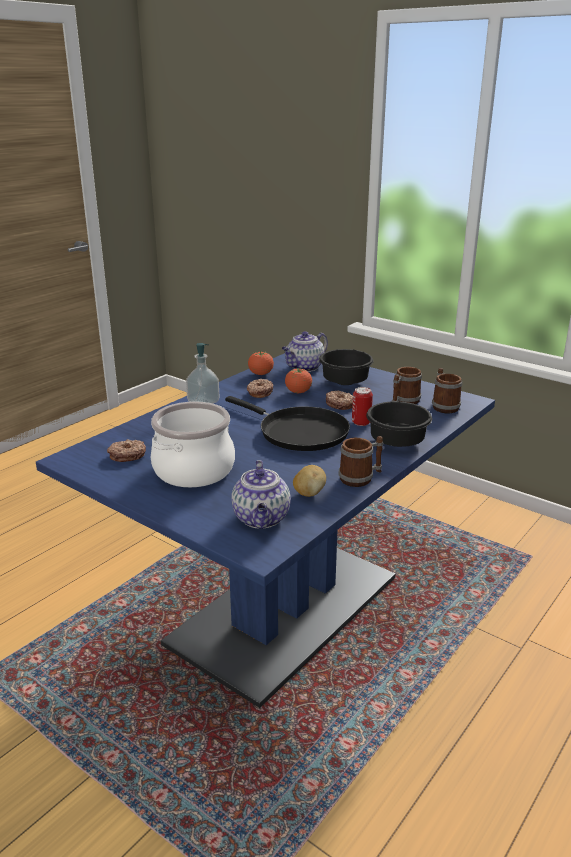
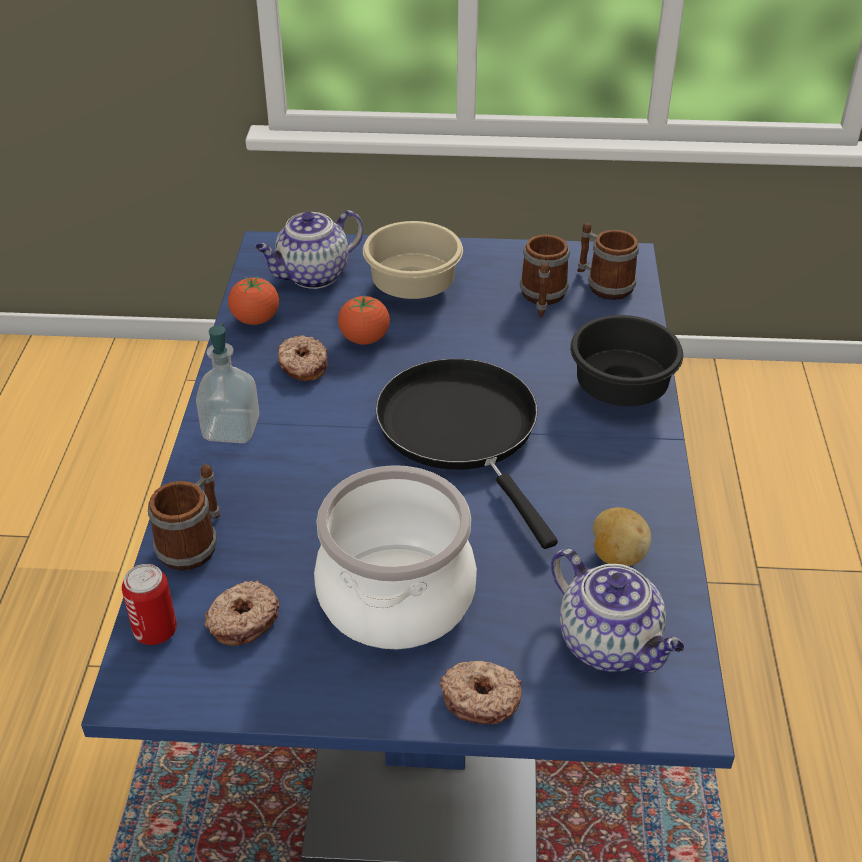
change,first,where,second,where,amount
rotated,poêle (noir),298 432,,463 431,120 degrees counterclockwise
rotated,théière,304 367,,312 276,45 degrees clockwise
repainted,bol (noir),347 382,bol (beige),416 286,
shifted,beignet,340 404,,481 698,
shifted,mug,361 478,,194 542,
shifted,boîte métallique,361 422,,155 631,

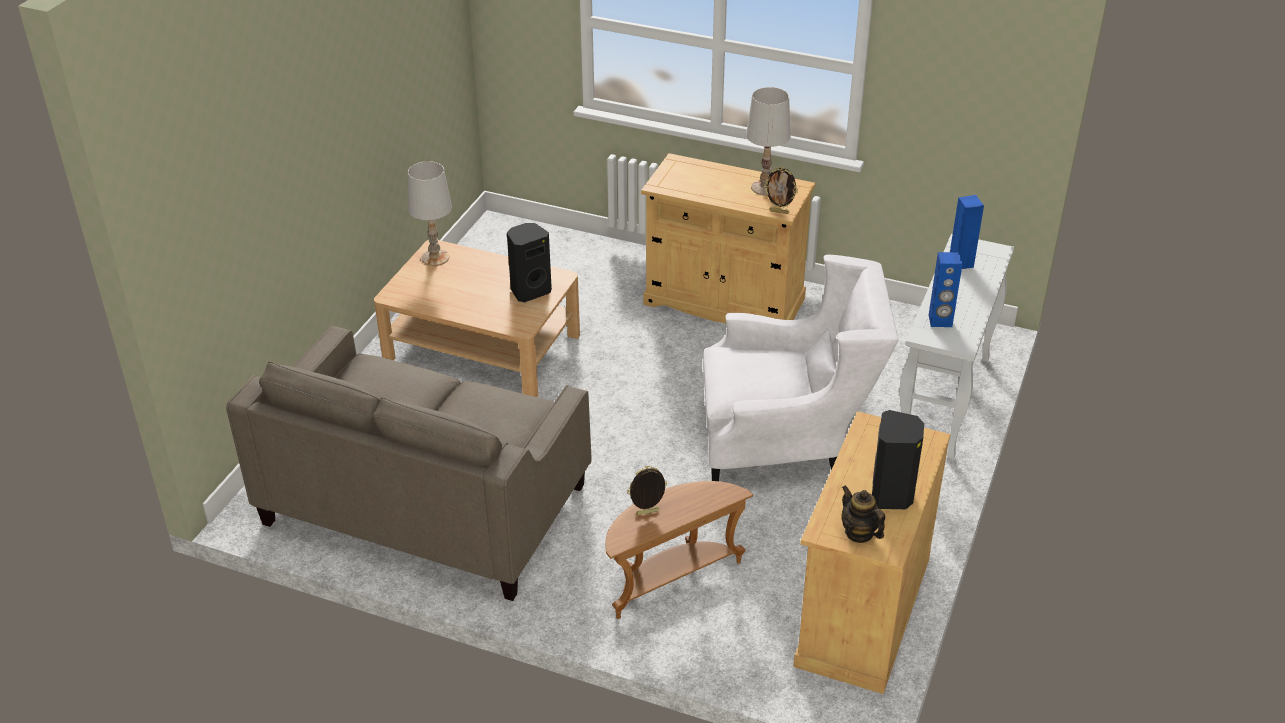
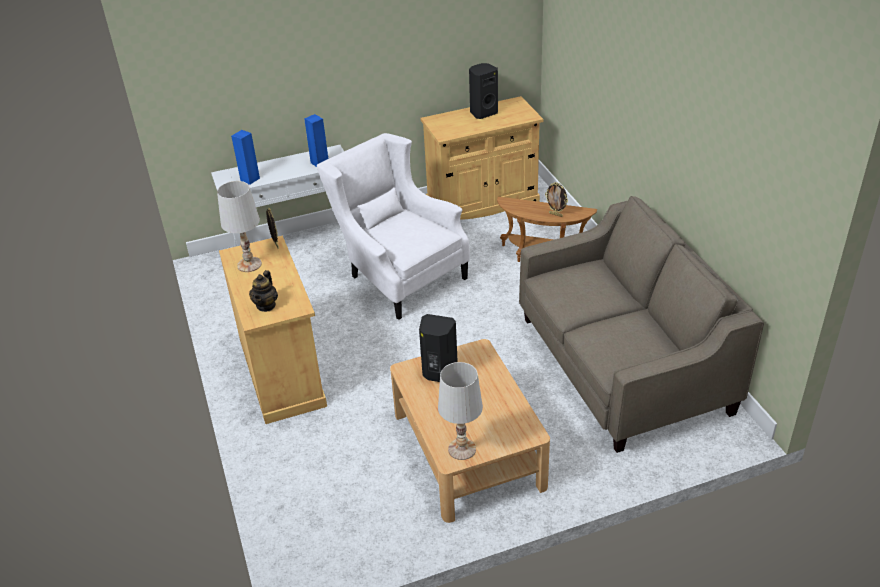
change,first,where,second,where,amount
shifted,théière,859 533,,266 305,

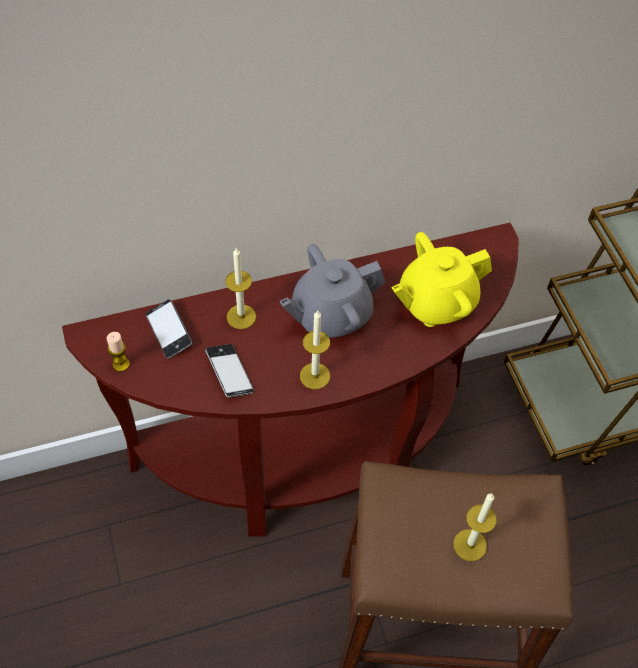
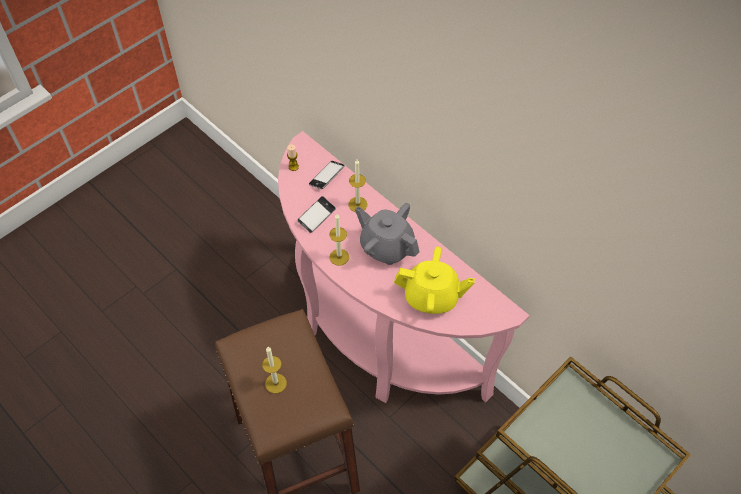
change,first,where,second,where,amount
repainted,table console (marron),309 459,table console (rose),375 337,
rotated,théière (jaune),435 303,,432 297,150 degrees clockwise

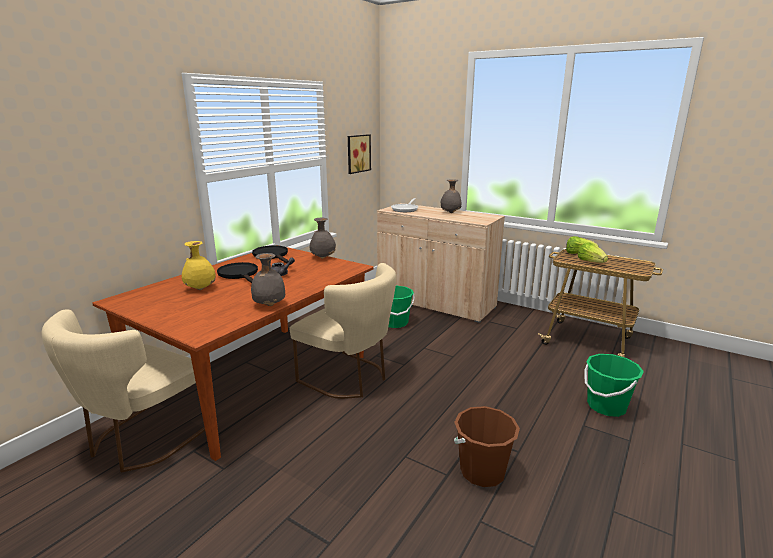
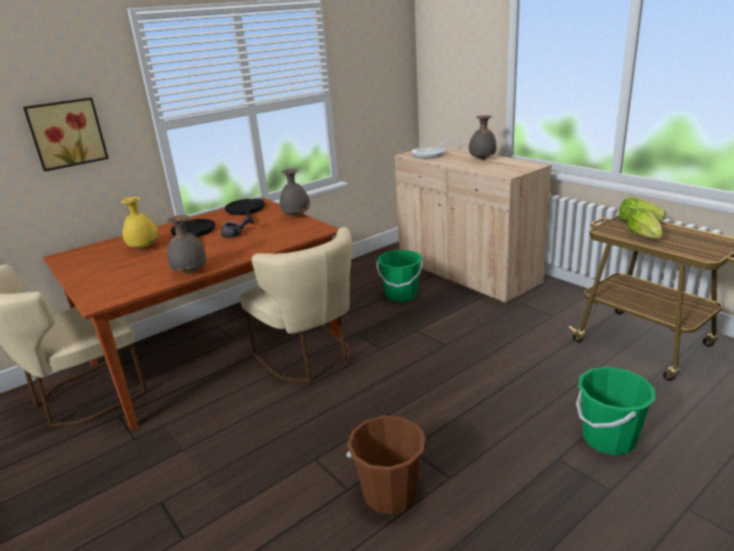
change,first,where,second,where,amount
shifted,tableau,357 153,,66 133,

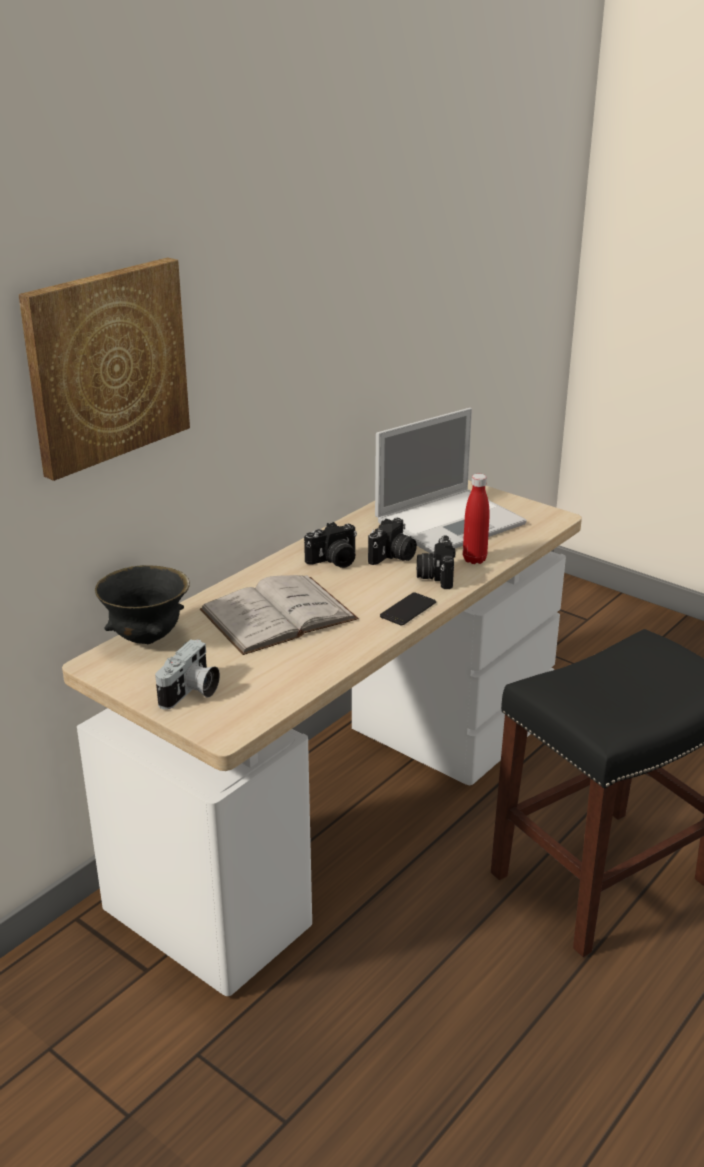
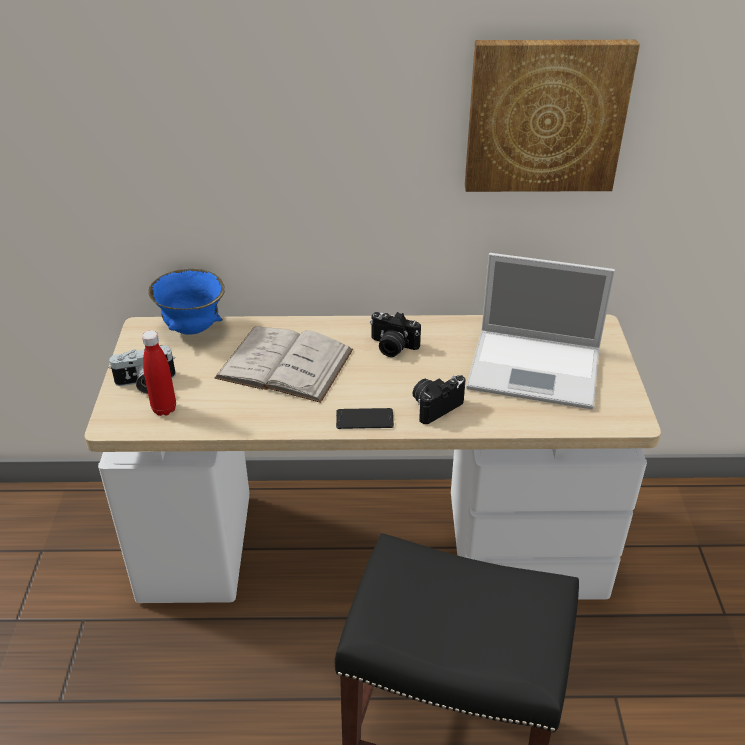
change,first,where,second,where,amount
shifted,tableau,106 365,,545 116,
repainted,bol (noir),147 638,bol (bleu),192 329,
gone,appareil photo,393 557,,,
shifted,bouteille (rouge),474 559,,164 409,

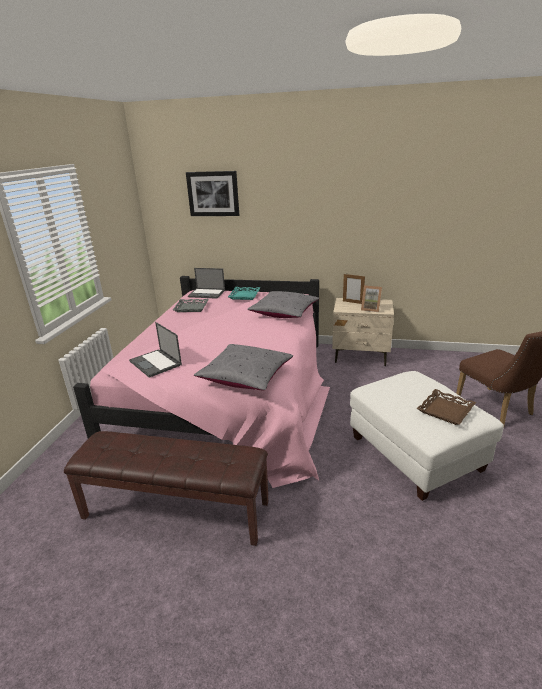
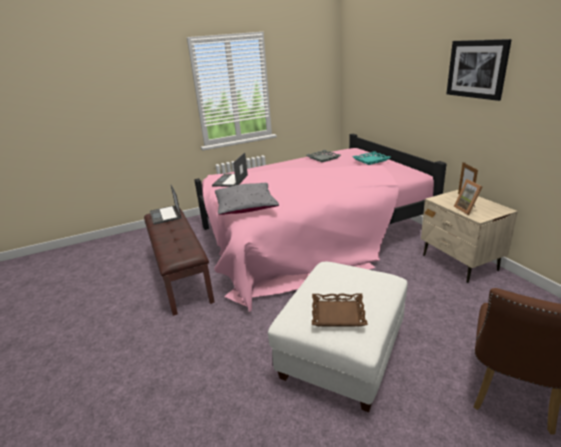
change,first,where,second,where,amount
shifted,tableau,213 194,,477 69,
shifted,ordinateur portable,207 293,,165 215,
gone,coussin (gris),284 313,,,

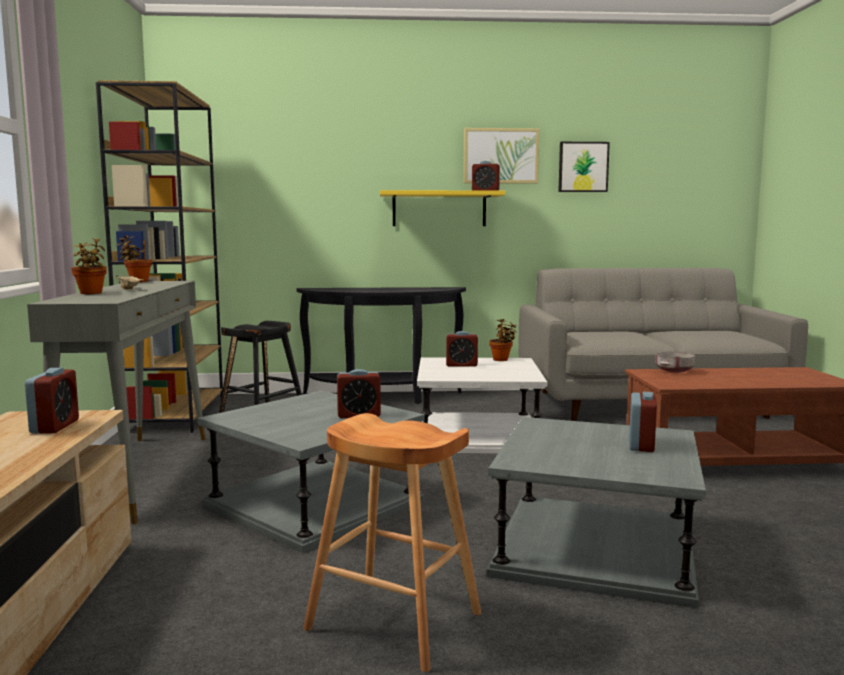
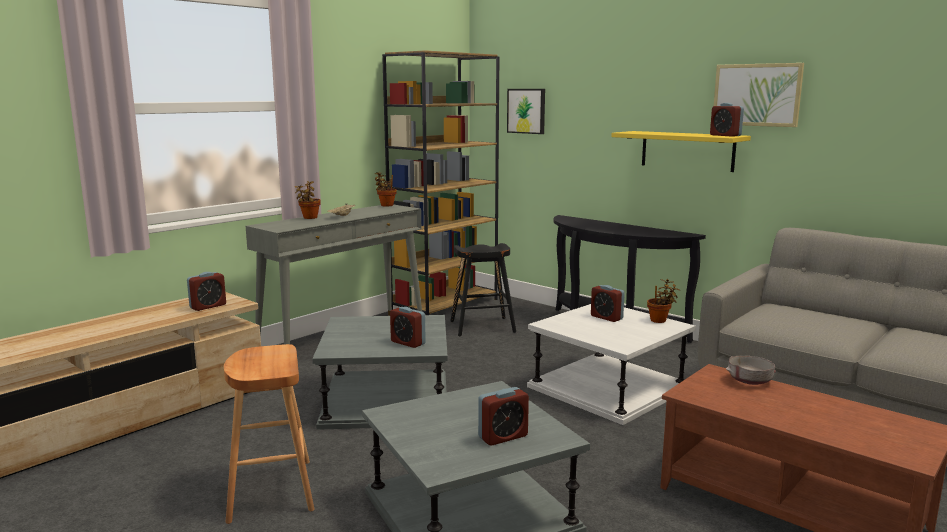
change,first,where,second,where,amount
shifted,tableau,583 167,,527 111,

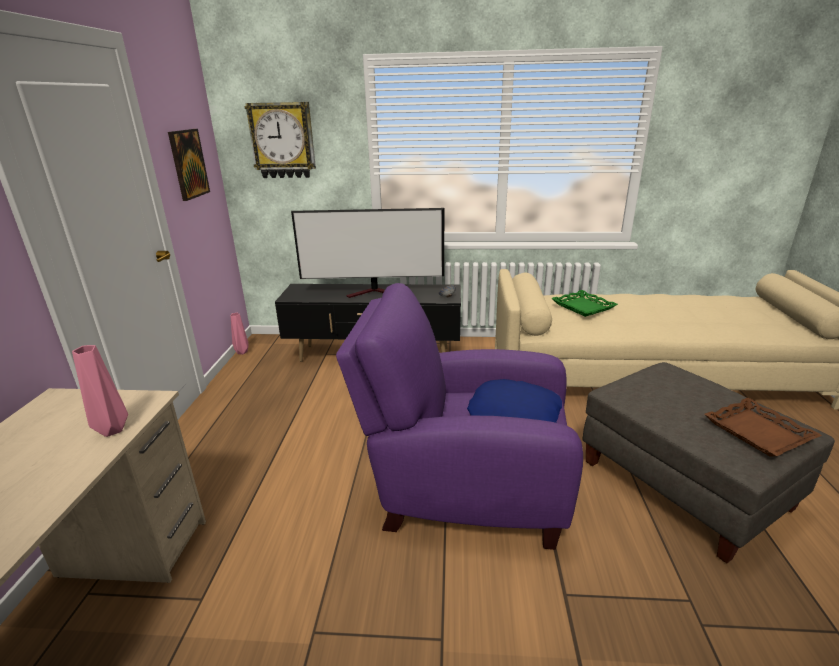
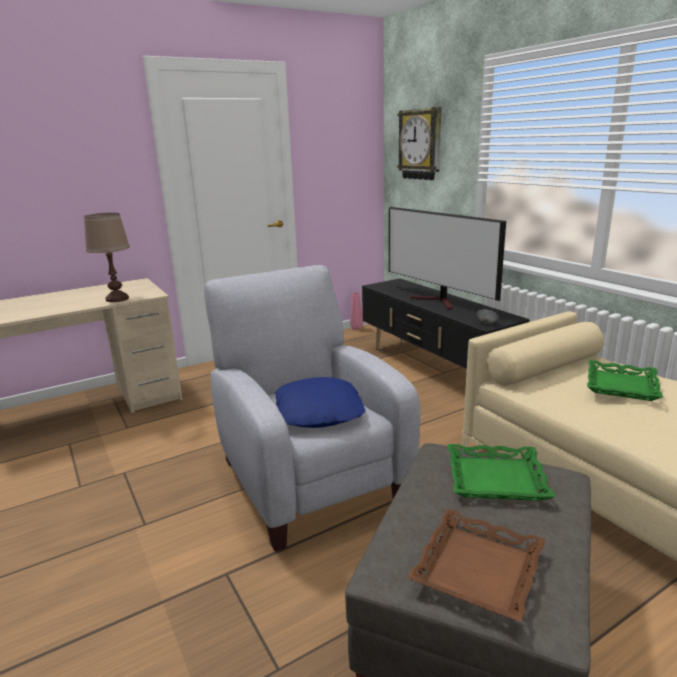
change,first,where,second,where,amount
swapped,vase (rose),111 431,lampe de table (marron),117 299,
gone,tableau,188 164,,,
repainted,fauteuil (violet),463 487,fauteuil (gris),308 476,
new,,,plateau (vert),496 479,

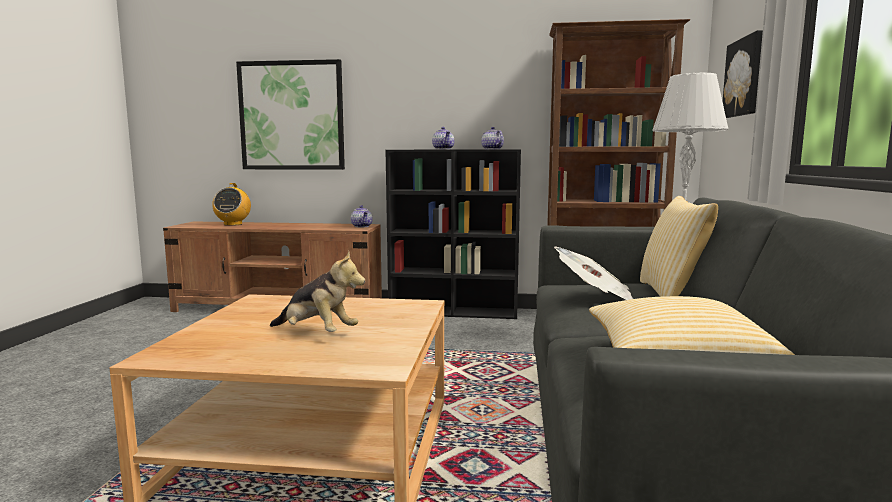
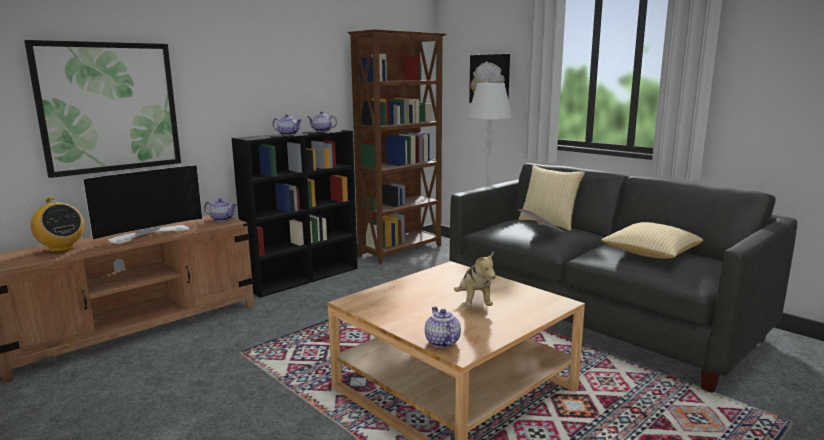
change,first,where,second,where,amount
rotated,peluche,317 333,,474 303,105 degrees clockwise
new,,,téléviseur,149 233,
new,,,théière,441 342,

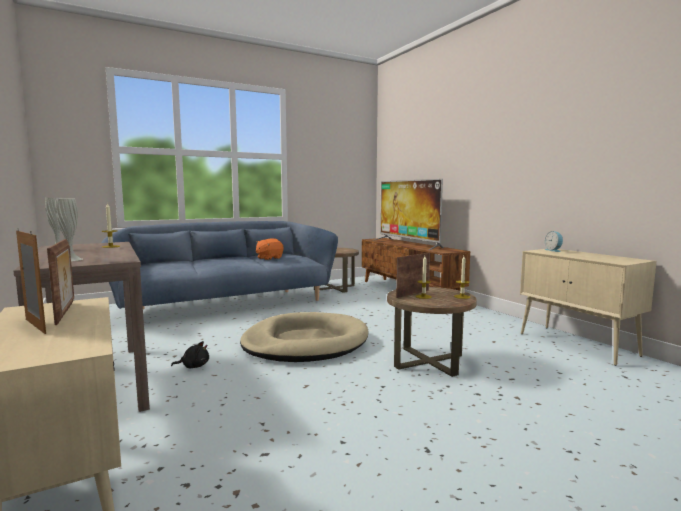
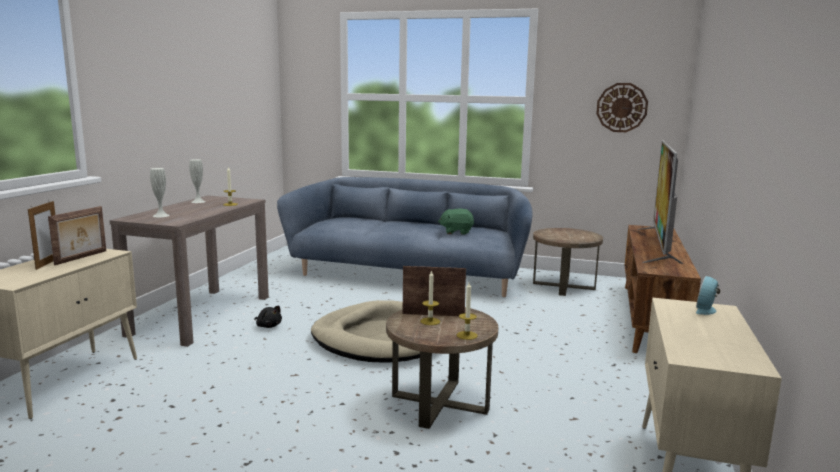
change,first,where,second,where,amount
repainted,peluche (orange),269 258,peluche (vert),456 232,
new,,,horloge murale,621 107,

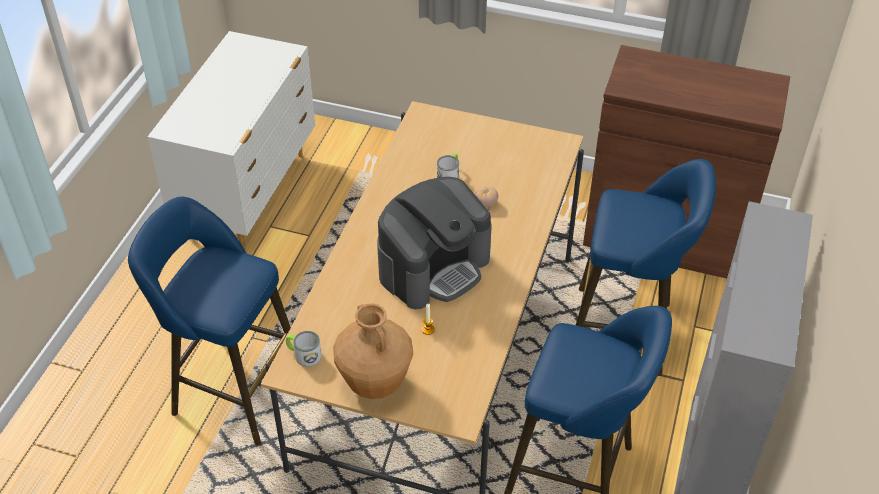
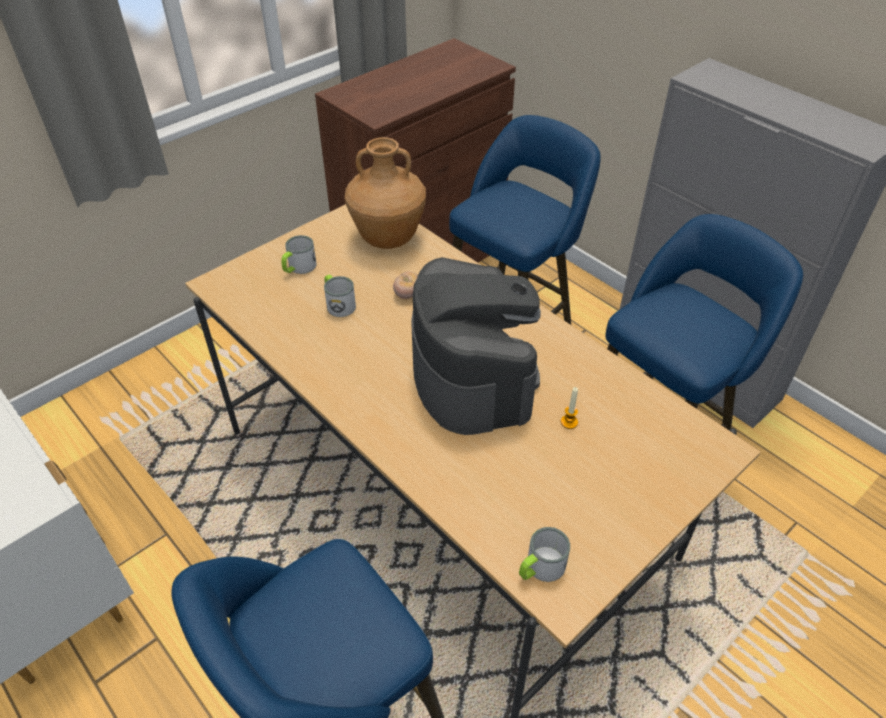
change,first,where,second,where,amount
shifted,vase (marron),375 384,,389 239,
new,,,mug,299 267,

